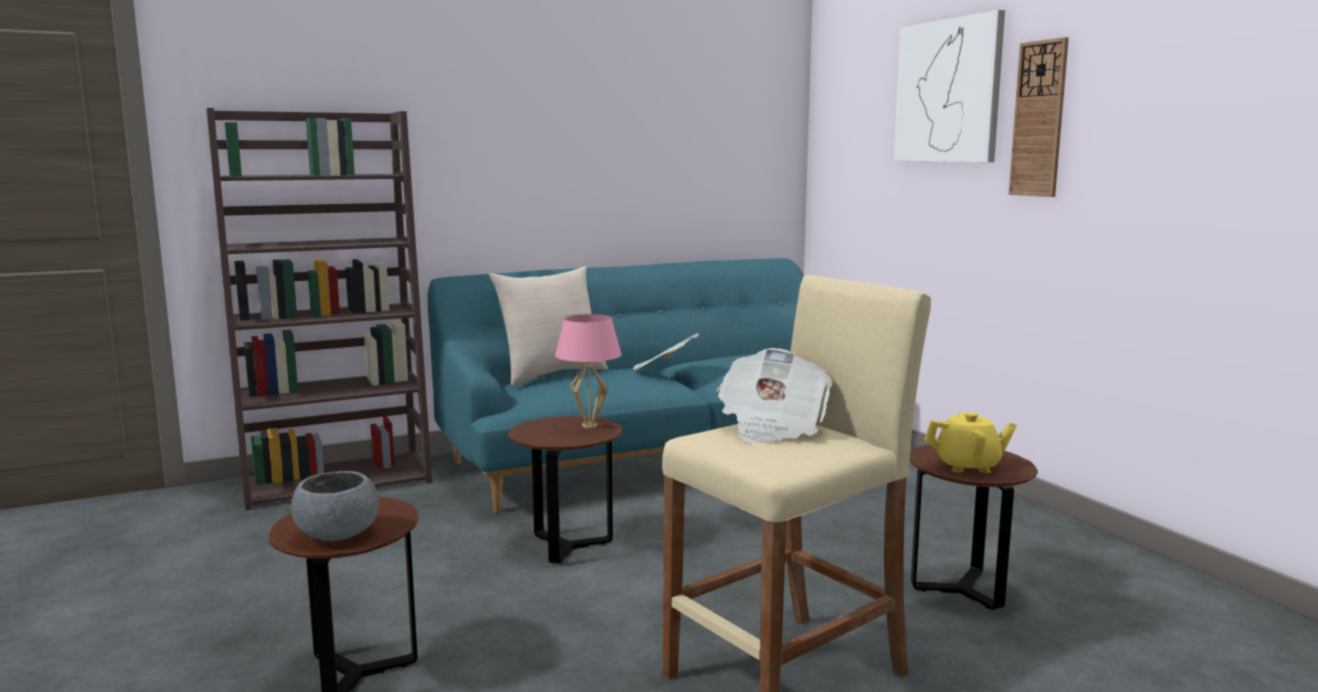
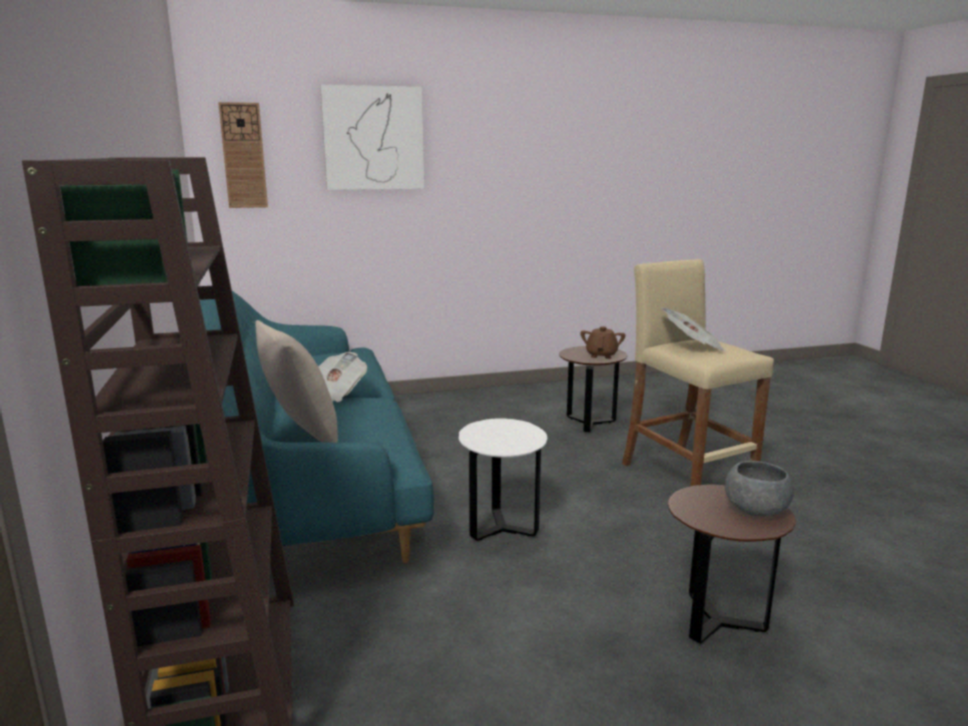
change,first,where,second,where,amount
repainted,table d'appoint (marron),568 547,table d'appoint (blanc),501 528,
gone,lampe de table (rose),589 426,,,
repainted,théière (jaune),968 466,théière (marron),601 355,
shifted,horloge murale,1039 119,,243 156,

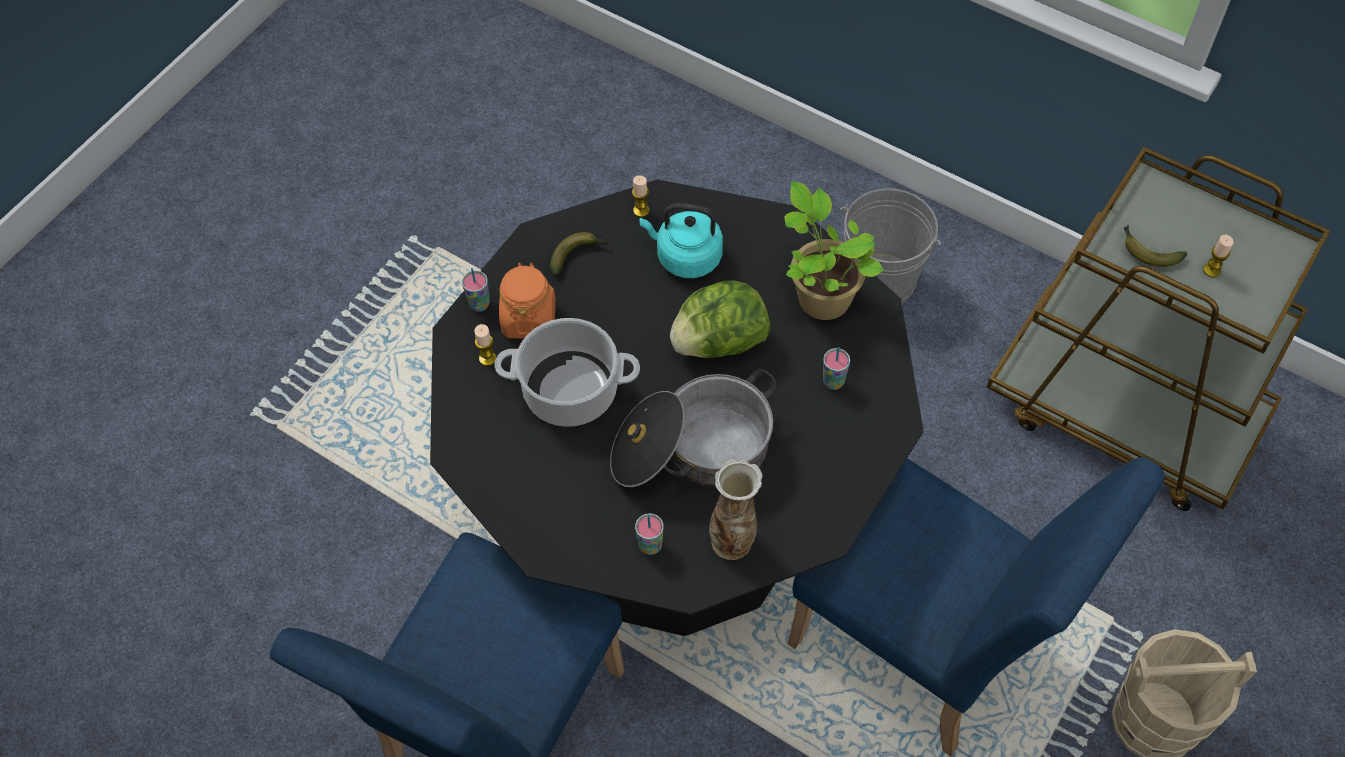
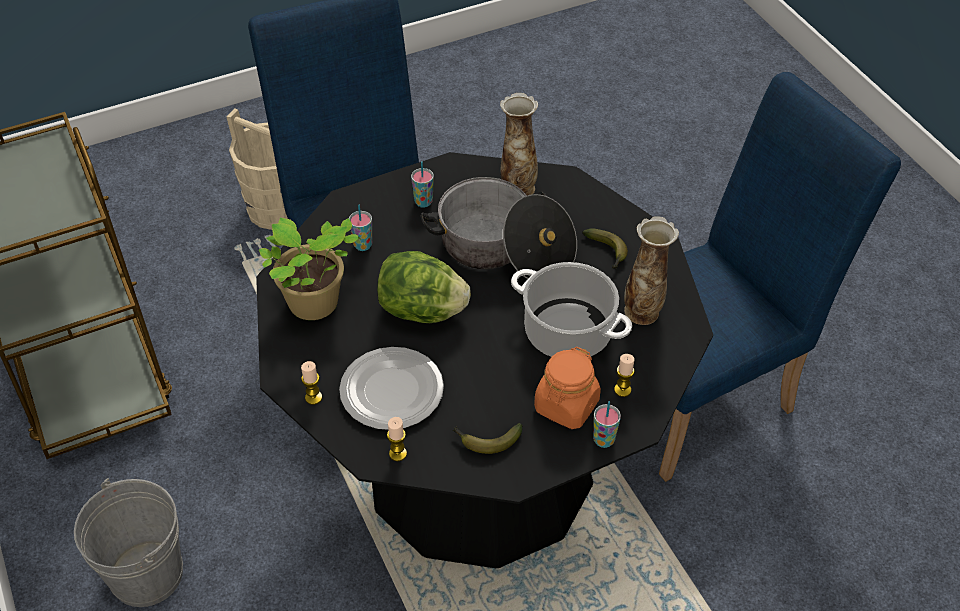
change,first,where,second,where,amount
shifted,tasse,650 546,,423 202,
swapped,bouilloire (turquoise),685 257,assiette,393 391,
shifted,banane,1147 251,,607 253,
shifted,bougie,1211 270,,313 397,
new,,,vase,642 312,

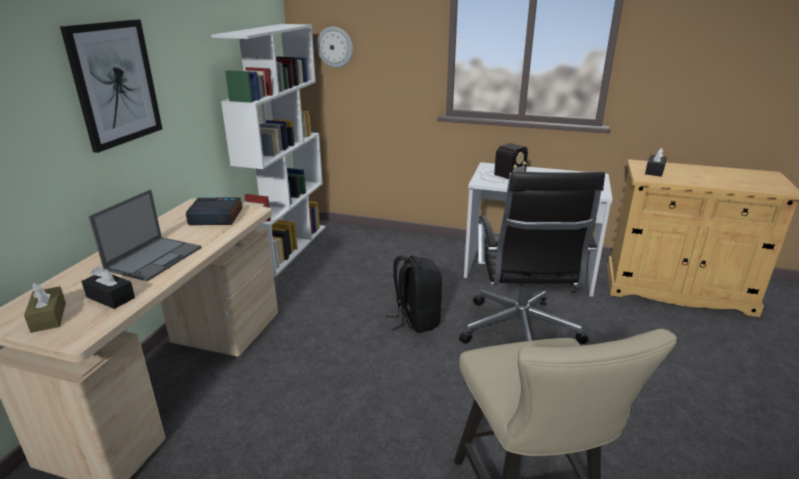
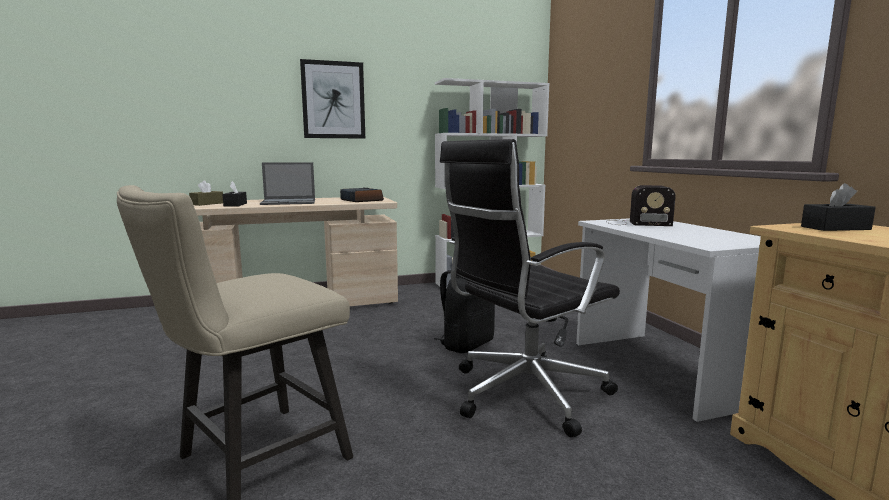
change,first,where,second,where,amount
gone,horloge murale,335 47,,,

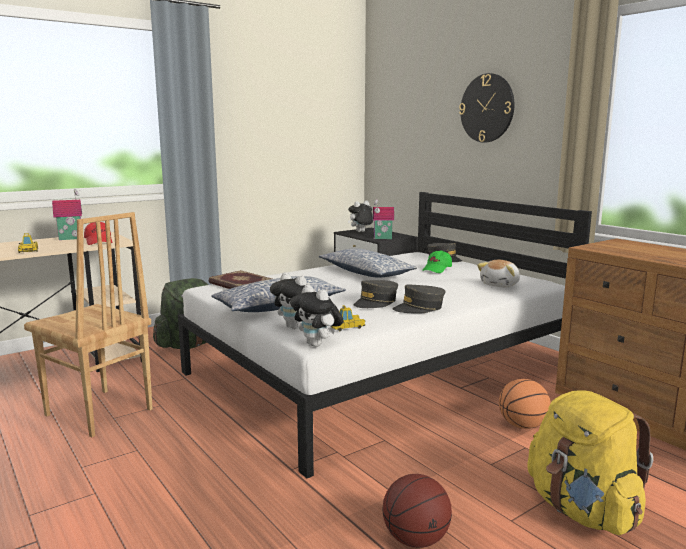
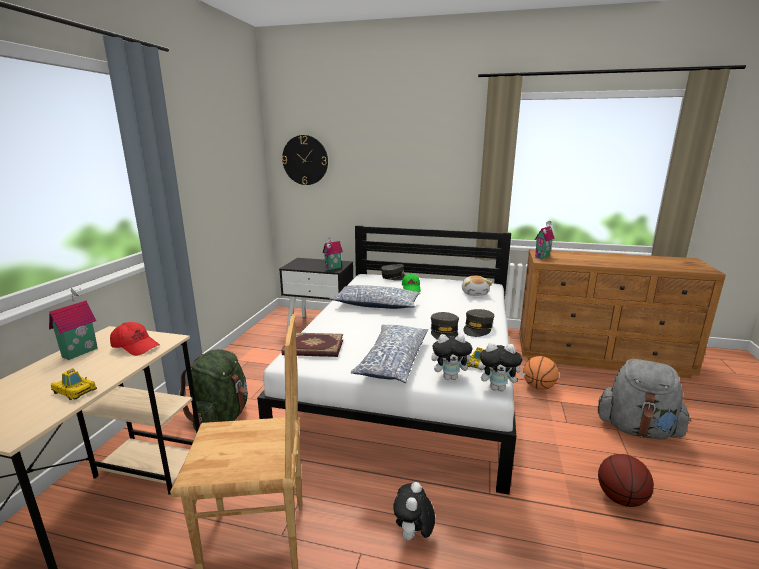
change,first,where,second,where,amount
shifted,peluche,360 232,,413 536,
shifted,horloge murale,487 108,,305 160,
repainted,sac à dos (jaune),582 510,sac à dos (gris),637 429,
new,,,maison miniature,543 257,

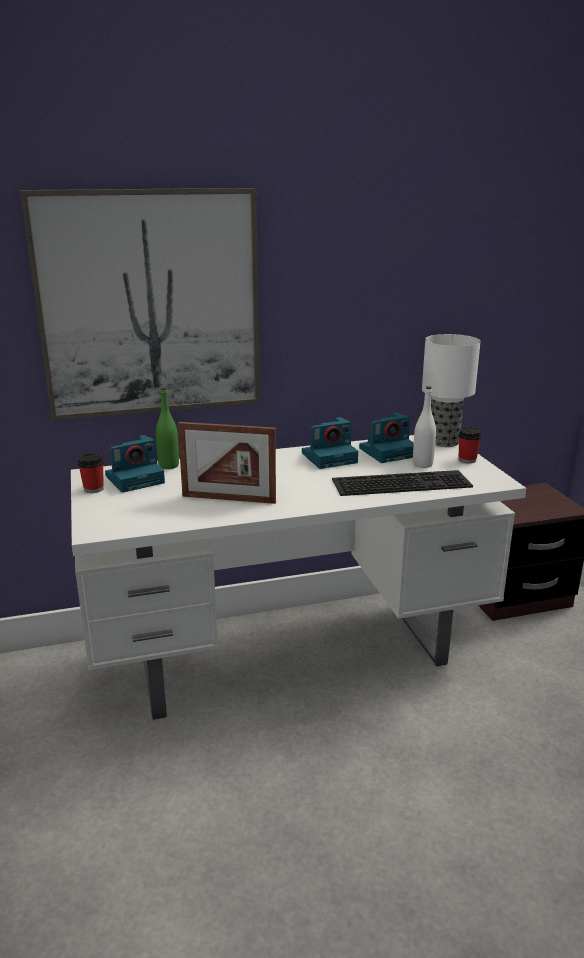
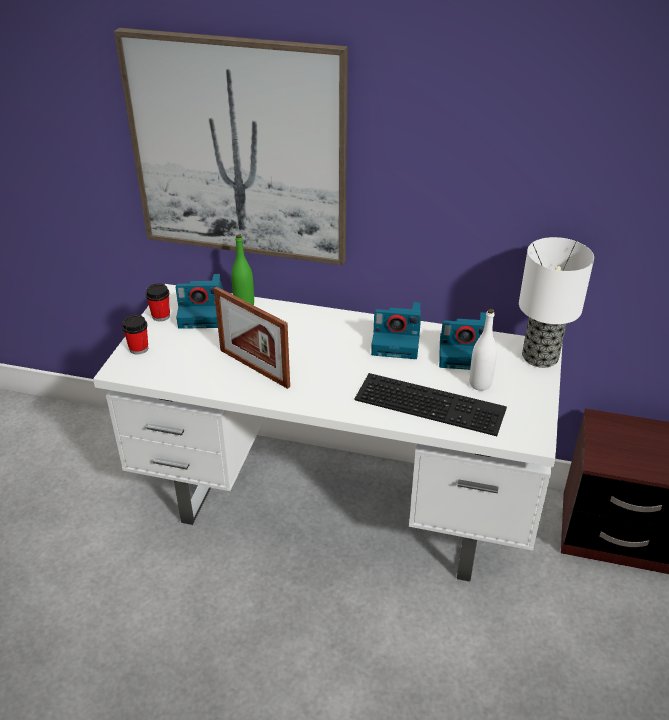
change,first,where,second,where,amount
shifted,tasse,467 460,,139 348,

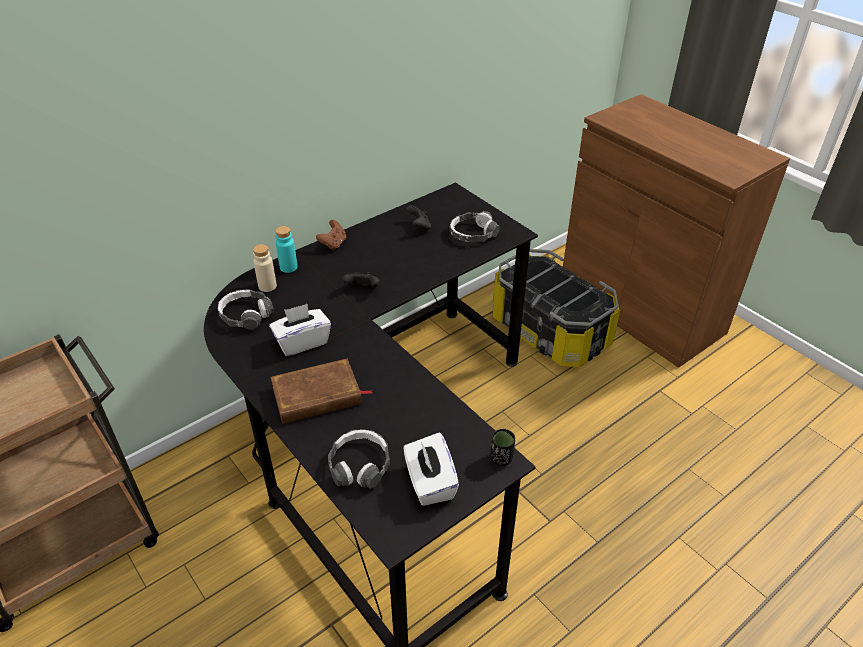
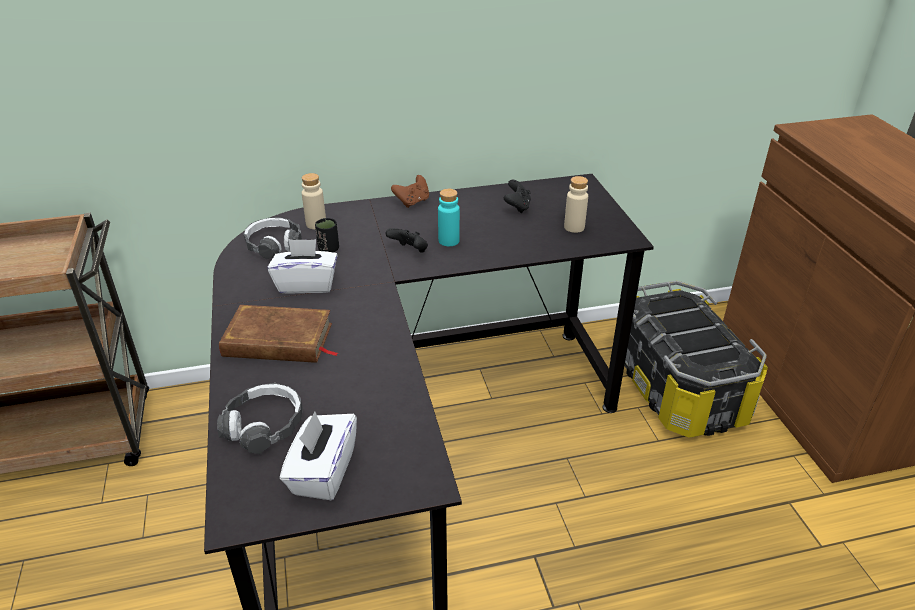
change,first,where,second,where,amount
shifted,bouteille (turquoise),288 267,,448 241,
swapped,casque audio,473 234,bouteille (beige),574 227,
shifted,tasse (noir),501 458,,328 249,

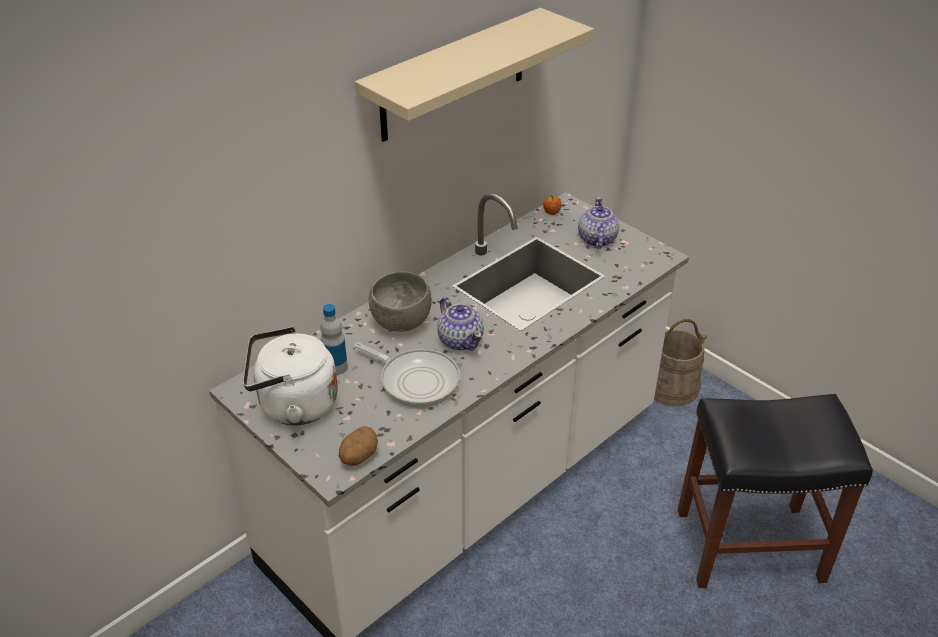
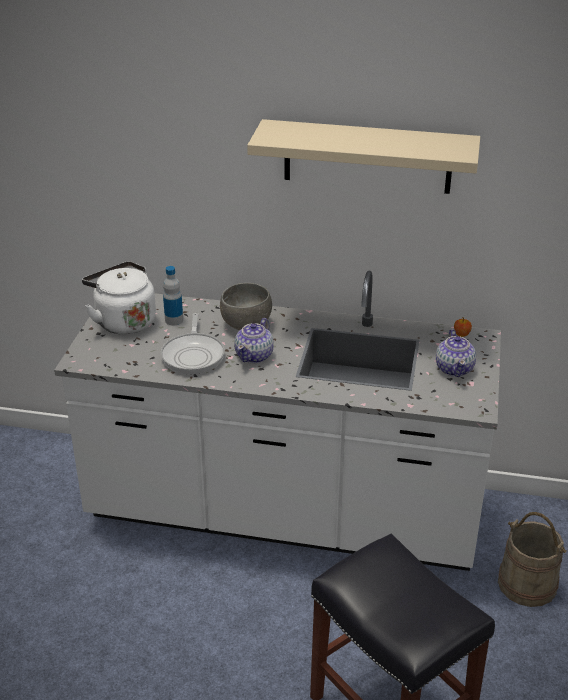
change,first,where,second,where,amount
gone,pomme de terre,358 457,,,
rotated,théière,596 239,,454 368,120 degrees clockwise

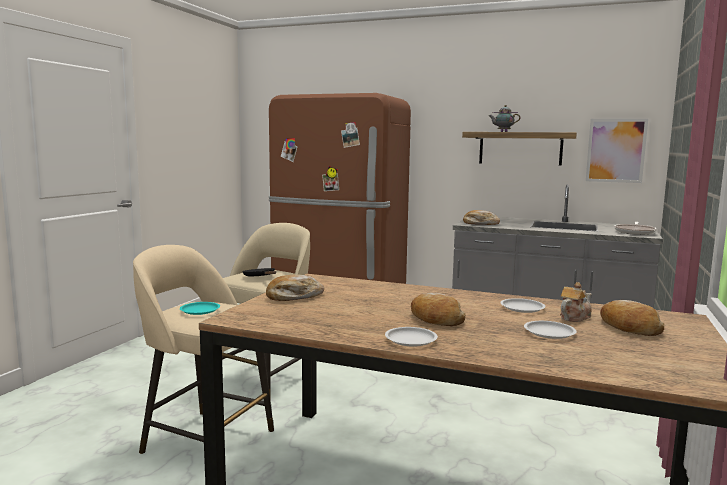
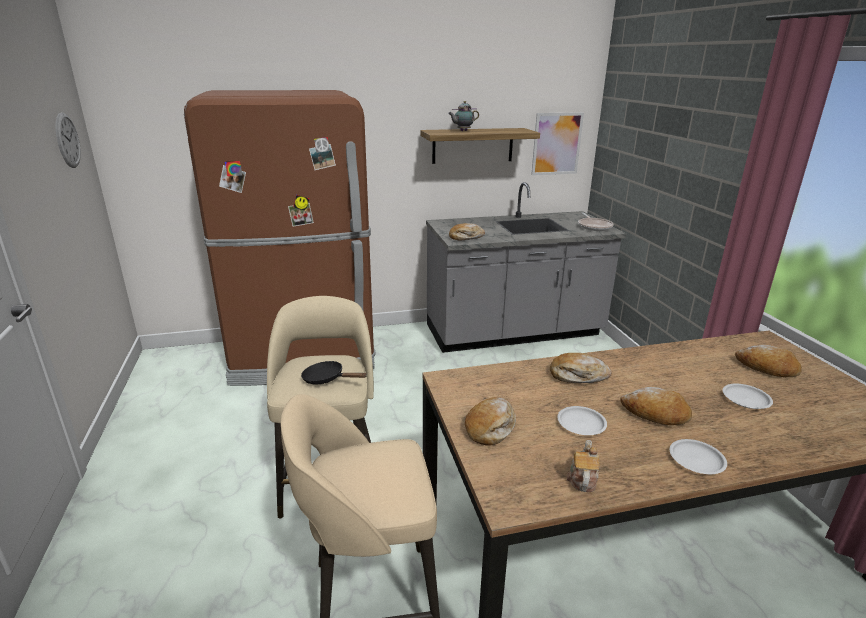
change,first,where,second,where,amount
gone,assiette (turquoise),200 310,,,
shifted,assiette (blanc),522 308,,581 424,
shifted,théière,574 317,,582 478,
new,,,horloge murale,67 140,
new,,,pain,578 375,

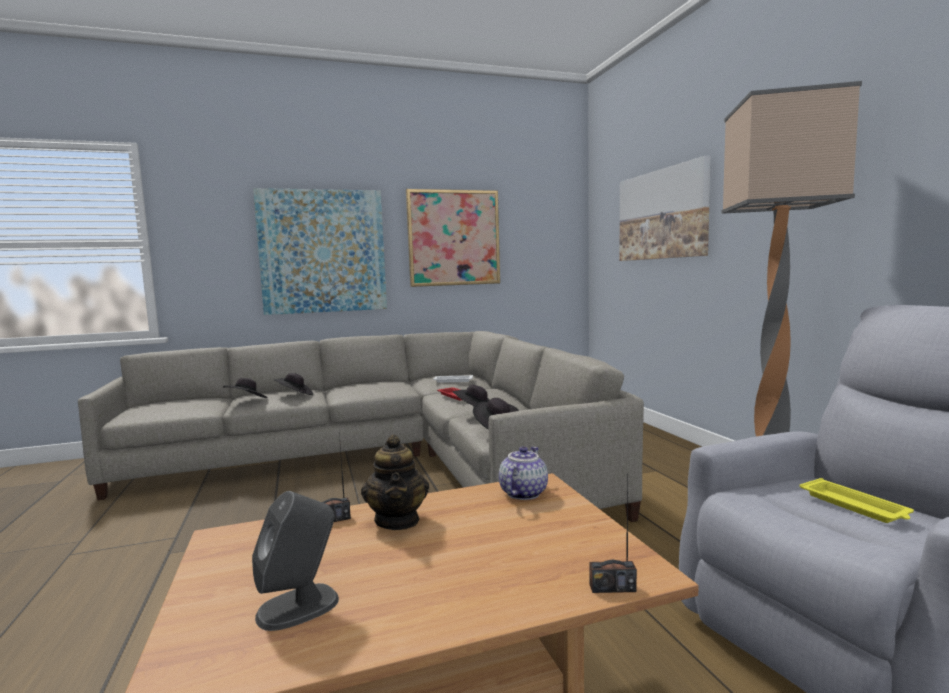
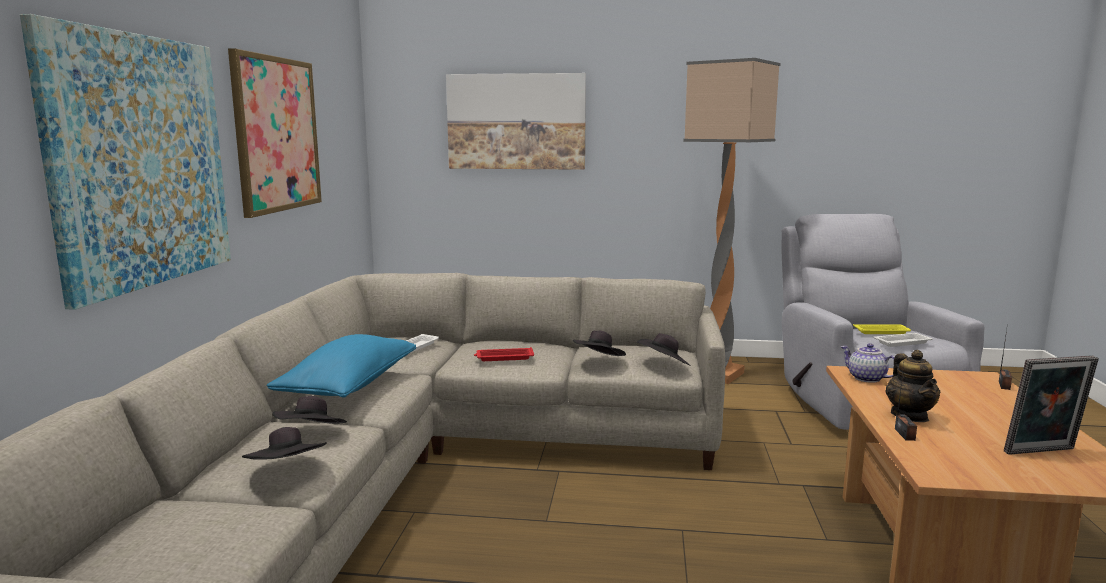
change,first,where,second,where,amount
swapped,enceinte (gris),299 606,cadre photo,1042 452,
rotated,théière,397 520,,910 416,75 degrees clockwise
new,,,coussin (bleu),349 386,
new,,,plateau (blanc),903 343,

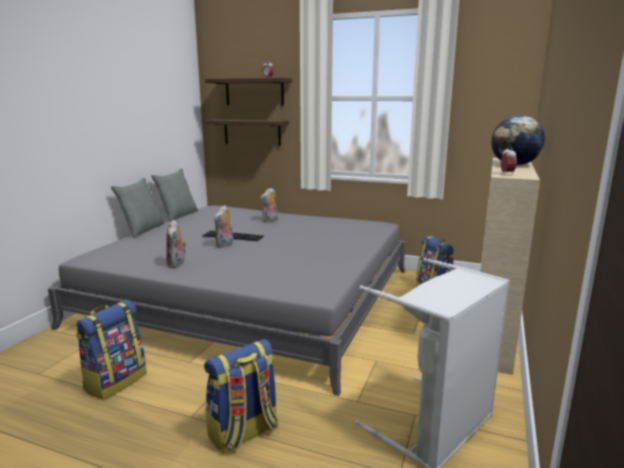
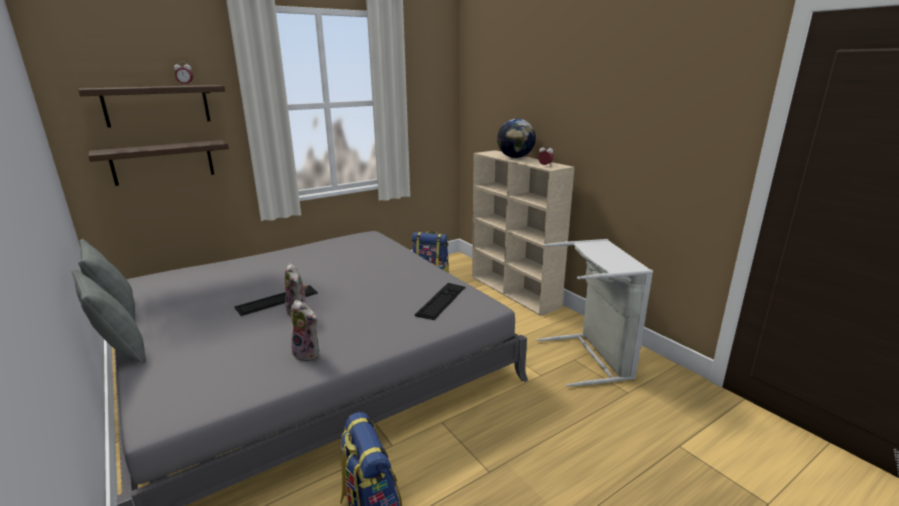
change,first,where,second,where,amount
gone,sac à dos,243 433,,,
gone,peluche,270 221,,,
new,,,clavier,441 300,

